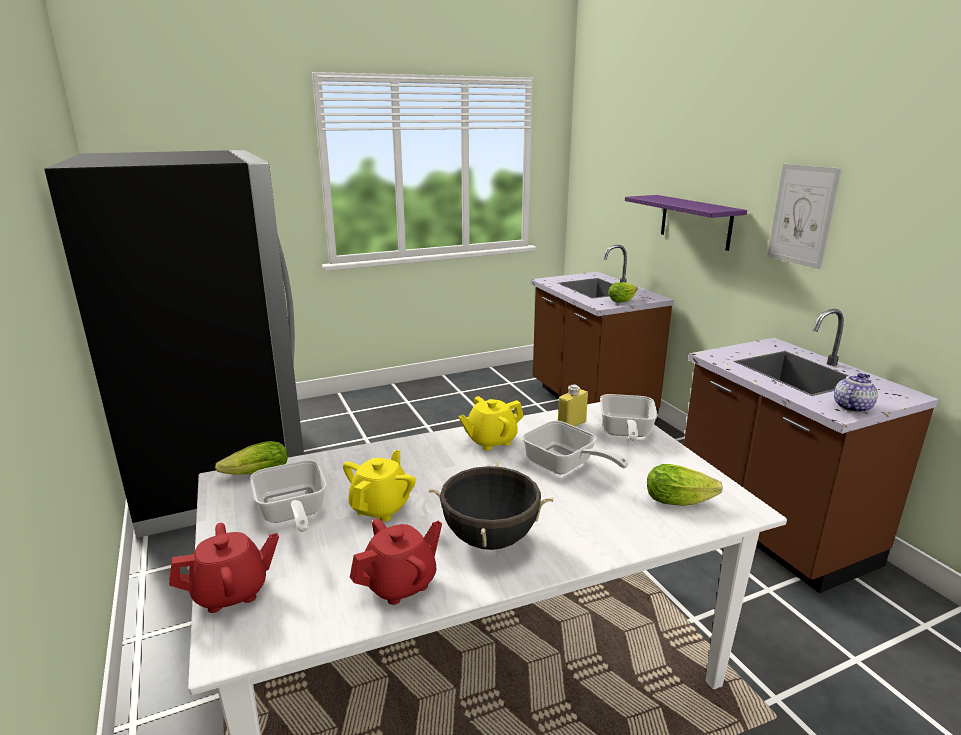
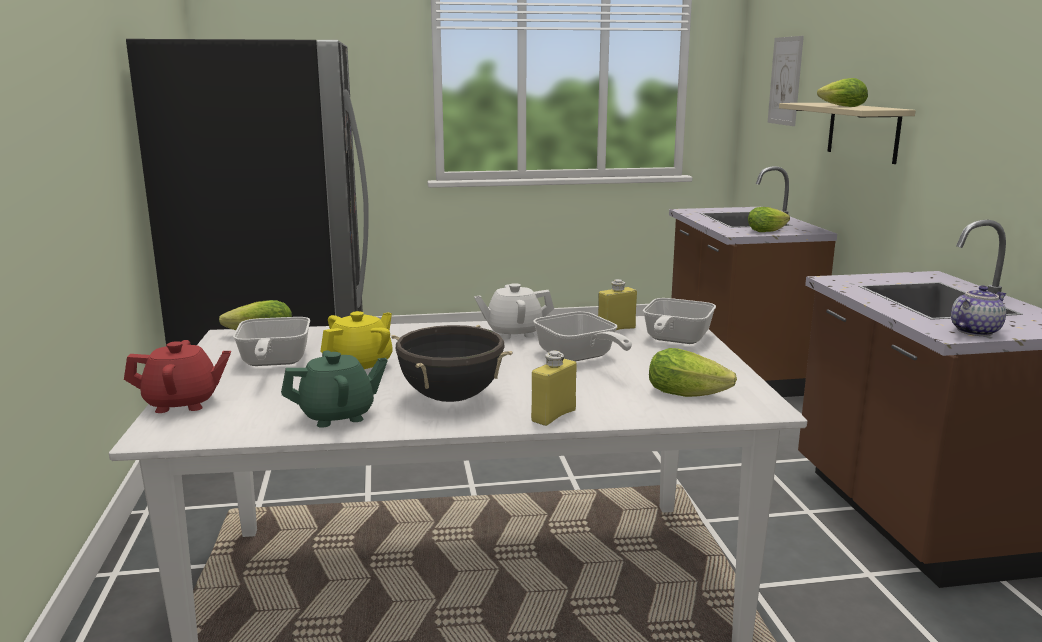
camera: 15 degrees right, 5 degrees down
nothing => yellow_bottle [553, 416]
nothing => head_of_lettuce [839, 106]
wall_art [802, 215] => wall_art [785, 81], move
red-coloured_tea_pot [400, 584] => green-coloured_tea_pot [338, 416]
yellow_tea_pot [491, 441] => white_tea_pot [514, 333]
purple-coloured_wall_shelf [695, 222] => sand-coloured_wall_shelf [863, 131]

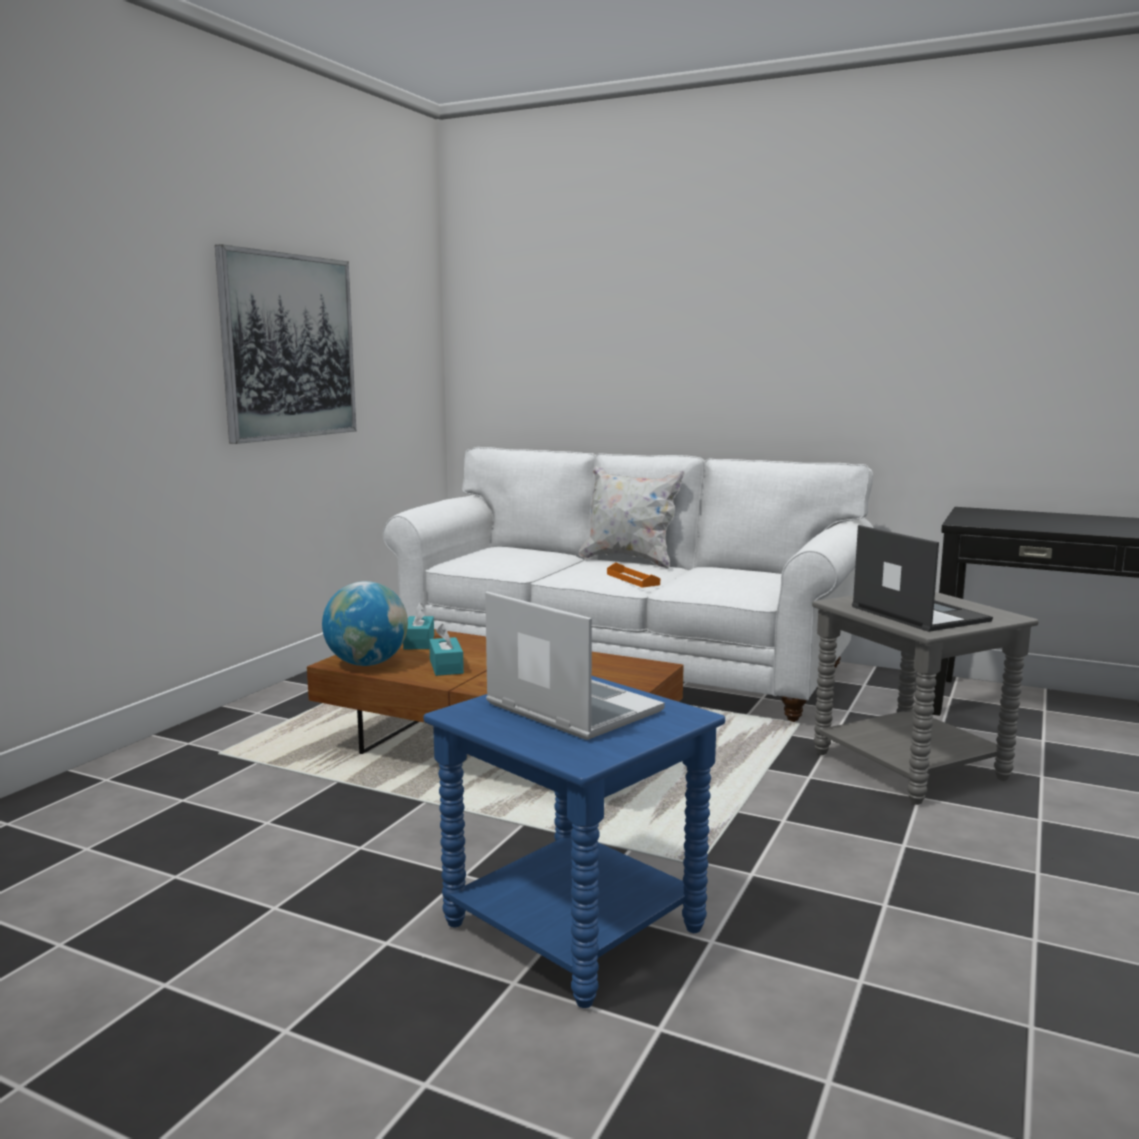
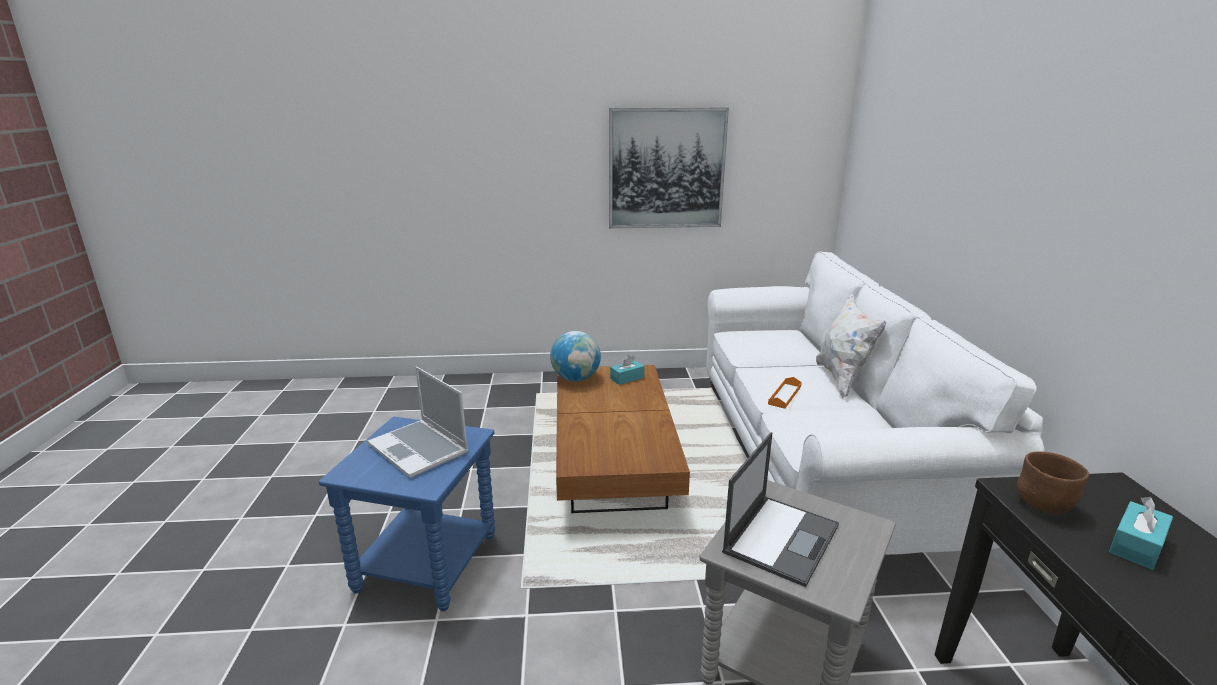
camera: 60 degrees right, 10 degrees up
nothing => brown-coloured_deep_dish [1044, 506]
turquoise-coloured_tissue_box [446, 666] => turquoise-coloured_tissue_box [1136, 545], move
portable_computer [570, 708] => portable_computer [420, 449], 120 degrees clockwise

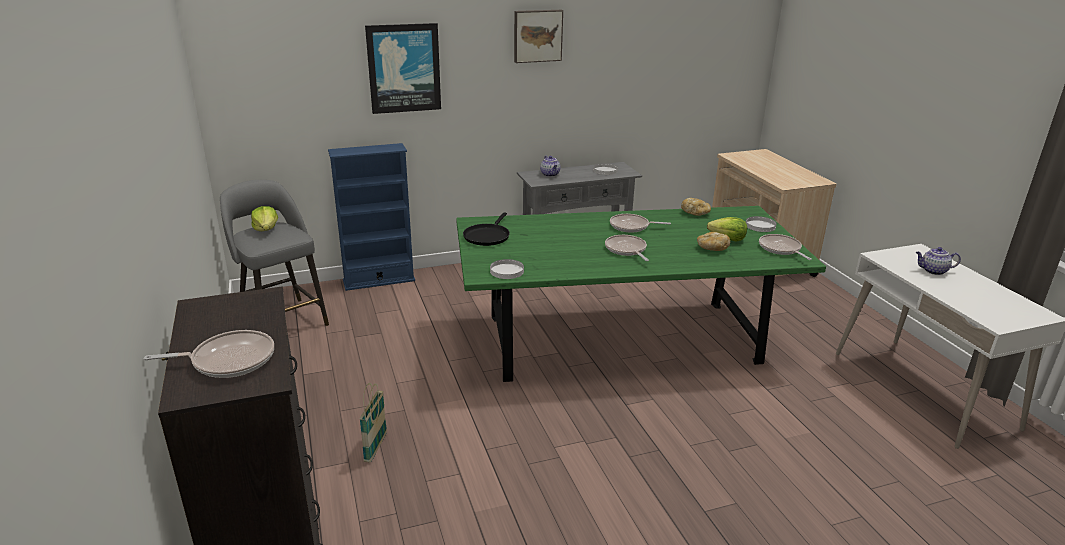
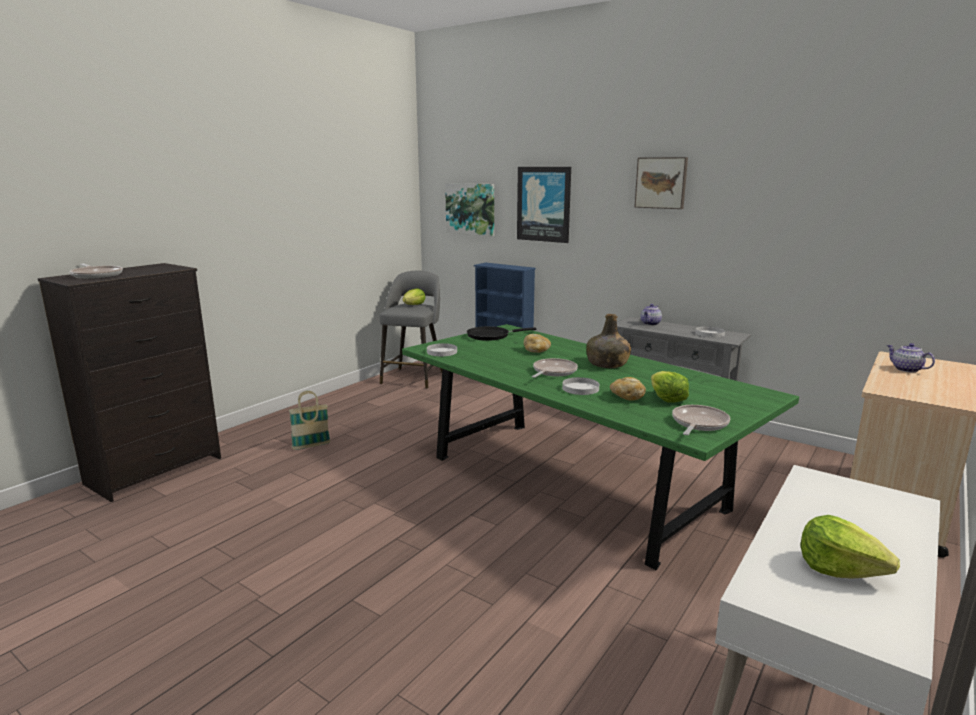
camera: 55 degrees right, 10 degrees down
nothing => wall_art [471, 209]
nothing => head_of_lettuce [839, 568]
bread [695, 213] => bread [536, 351], move
white_plate [760, 226] => white_plate [580, 388], move
tea_pot [933, 271] => tea_pot [905, 369], move
pan [631, 226] => green-coloured_bottle [607, 364]

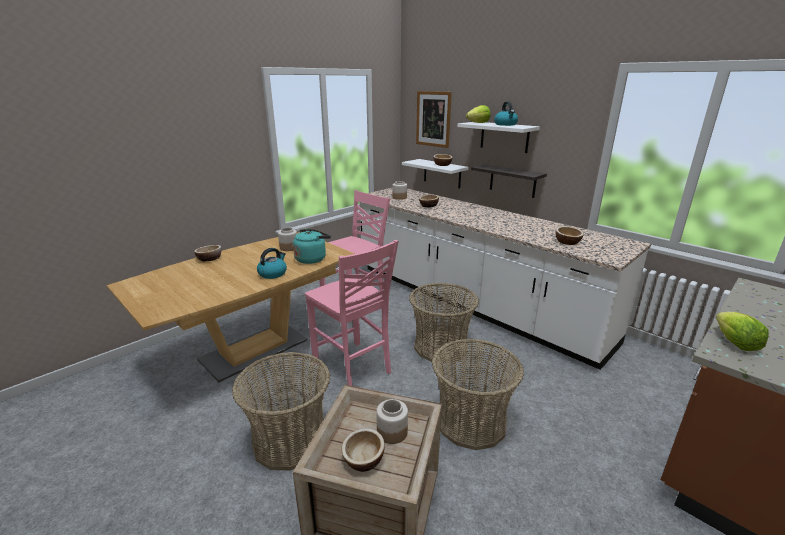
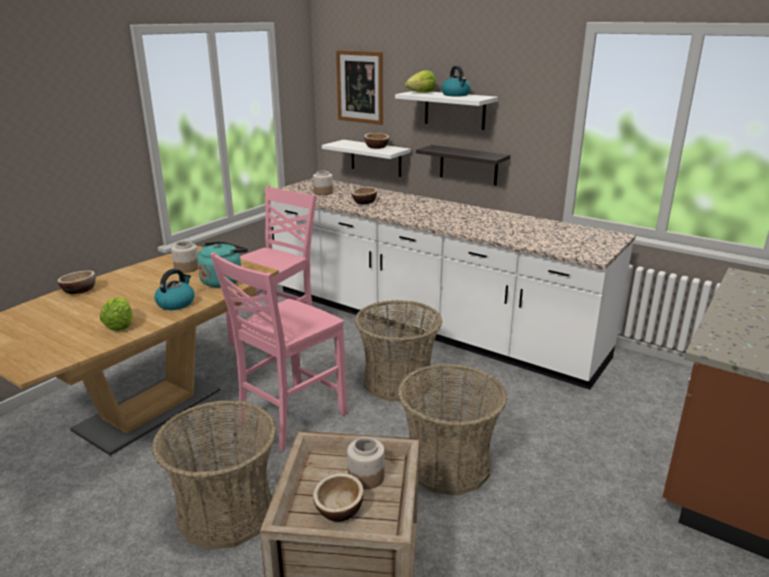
camera: 10 degrees left, 0 degrees up
deep_dish [567, 242] => nothing
head_of_lettuce [734, 342] => head_of_lettuce [120, 325], move
pink-coloured_plain_chair [353, 368] => pink-coloured_plain_chair [290, 419], 90 degrees clockwise

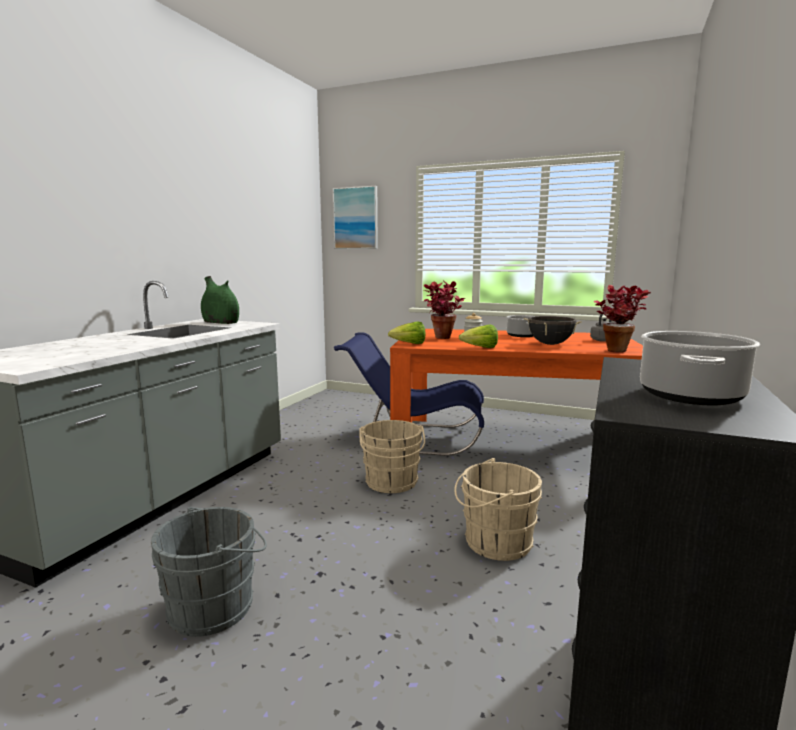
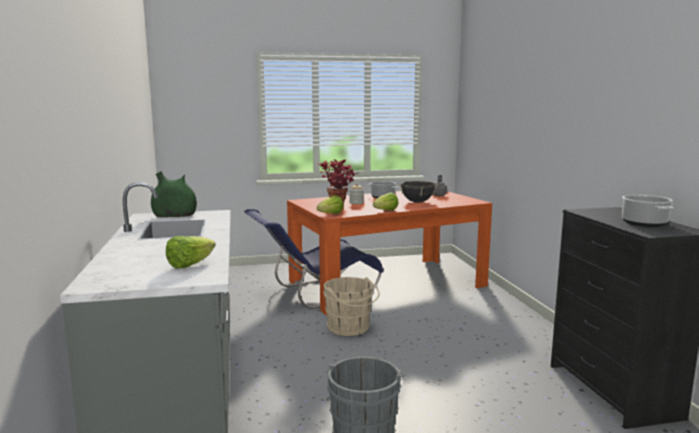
camera: 35 degrees left, 0 degrees up
wall_art [356, 218] => nothing
sand-coloured_water_bucket [494, 542] => nothing
potted_plant [617, 350] => nothing
nothing => head_of_lettuce [190, 265]

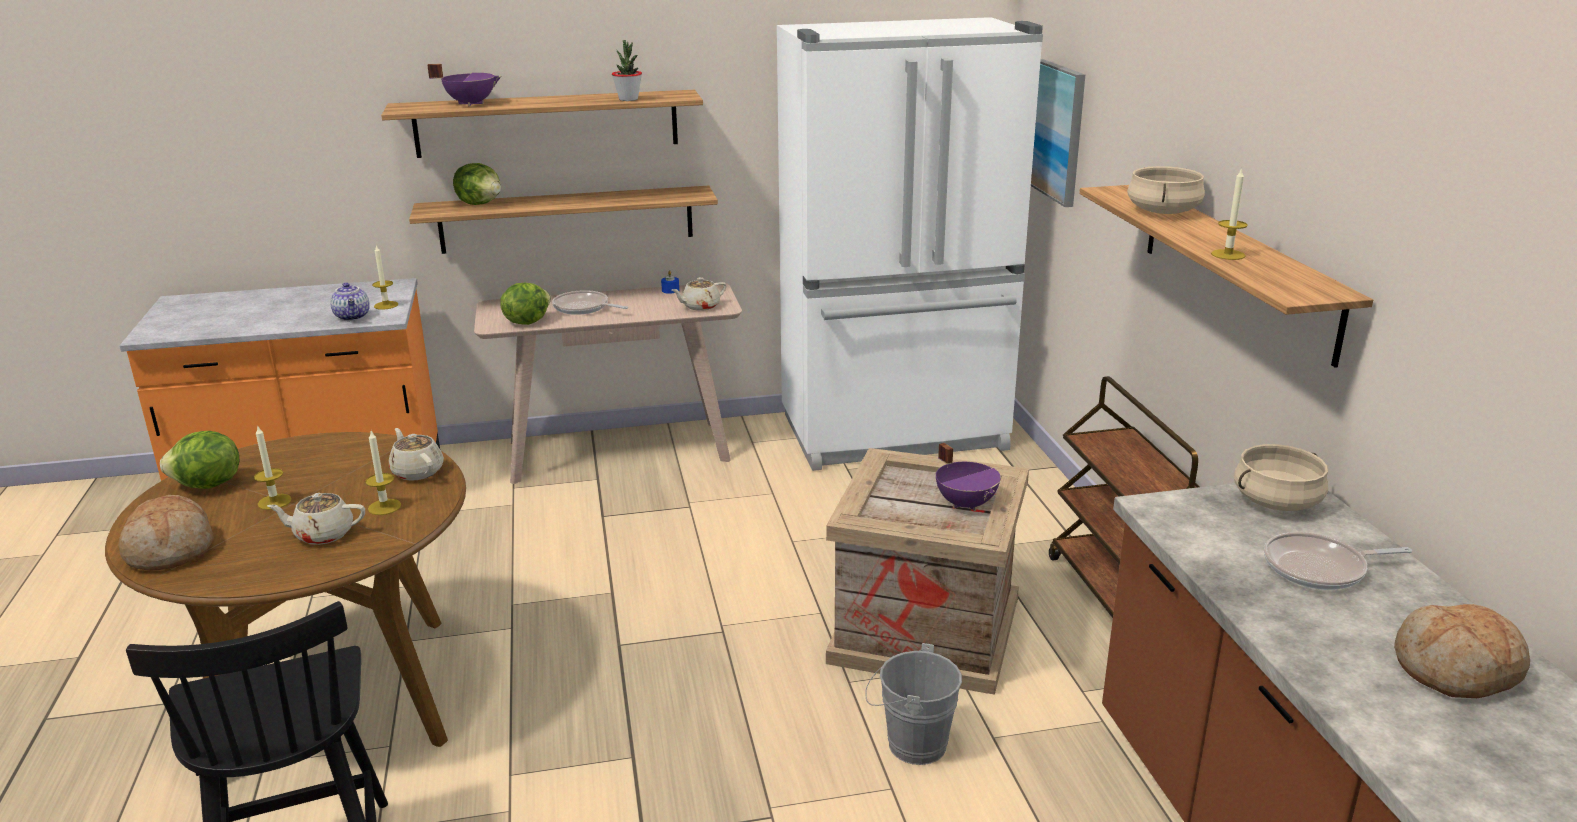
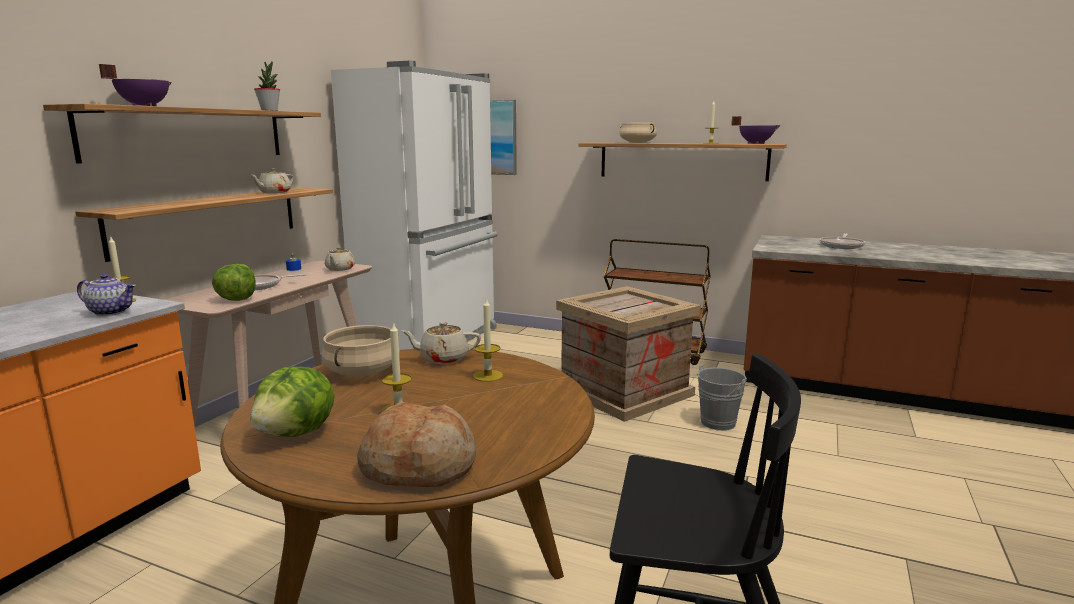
camera: 55 degrees left, 10 degrees down
head_of_lettuce [480, 203] => nothing
bread [1456, 670] => nothing
sand-coloured_tea_pot [323, 534] => sand-coloured_tea_pot [274, 192], move
purple-coloured_cooking_pot [966, 503] => purple-coloured_cooking_pot [755, 143], move
sand-coloured_cooking_pot [1276, 501] => sand-coloured_cooking_pot [362, 371], move

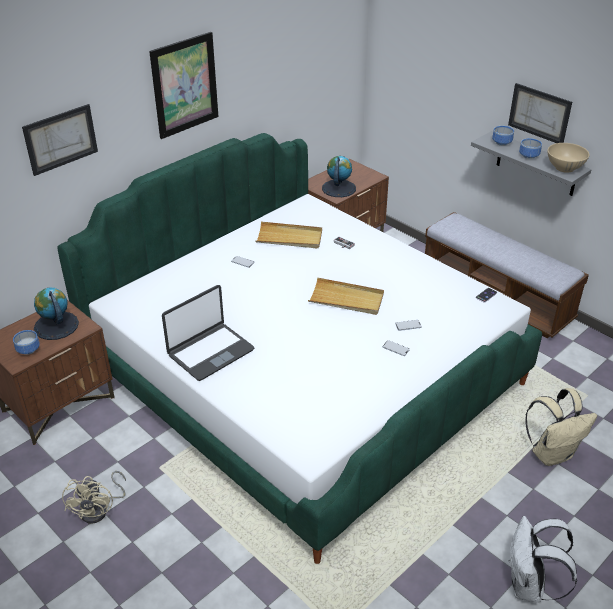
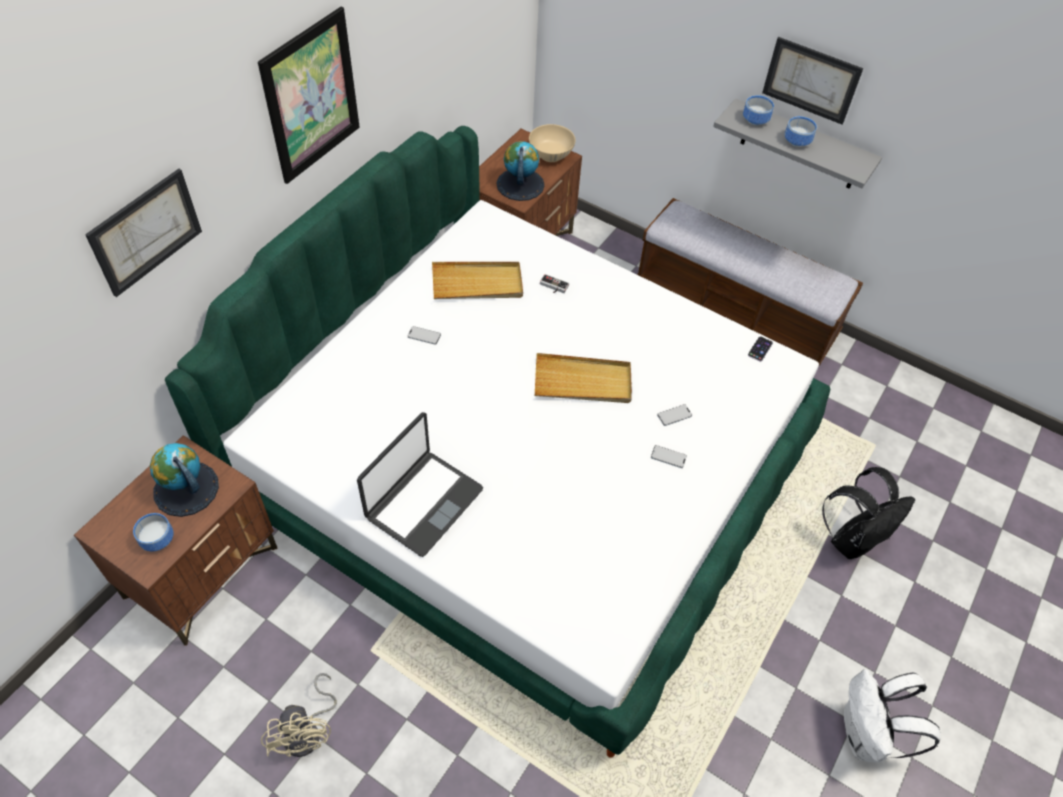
camera: 15 degrees left, 15 degrees up
sand-coloured_deep_dish [564, 168] => sand-coloured_deep_dish [550, 155], move
sand-coloured_knapsack [552, 453] => blackish_knapsack [852, 539]

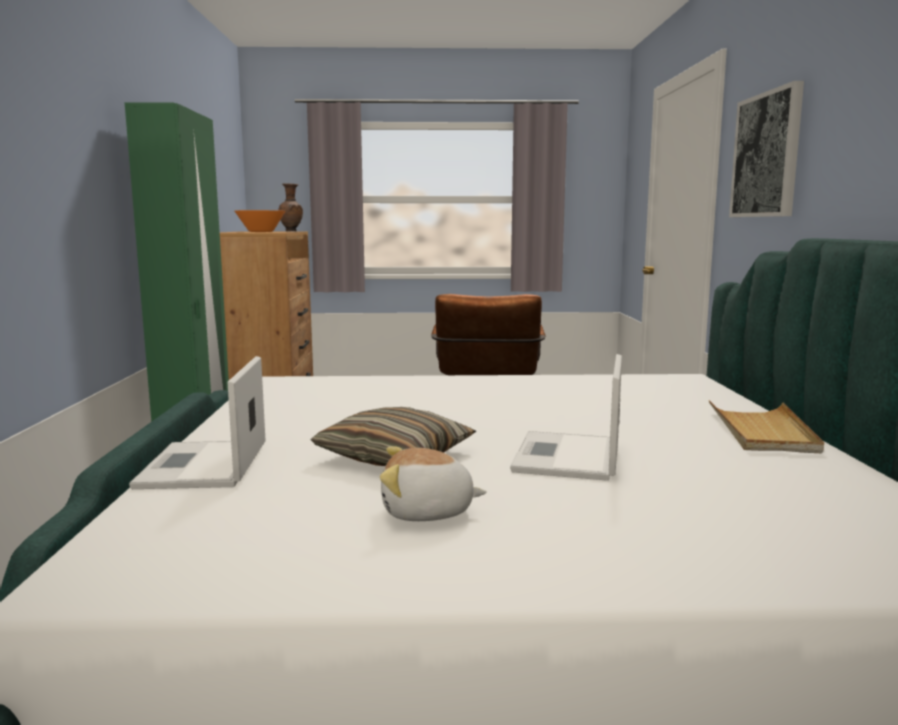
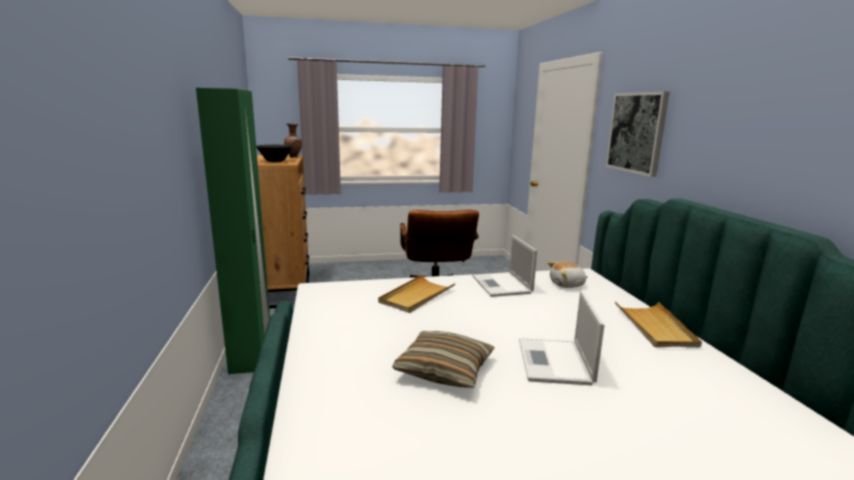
camera: 10 degrees left, 5 degrees up
nothing => sand-coloured_tray [416, 296]
portable_computer [204, 467] => portable_computer [502, 285], move
plush_toy [427, 512] => plush_toy [567, 285], move
orangey_deep_dish [261, 232] => blackish_deep_dish [275, 161]

